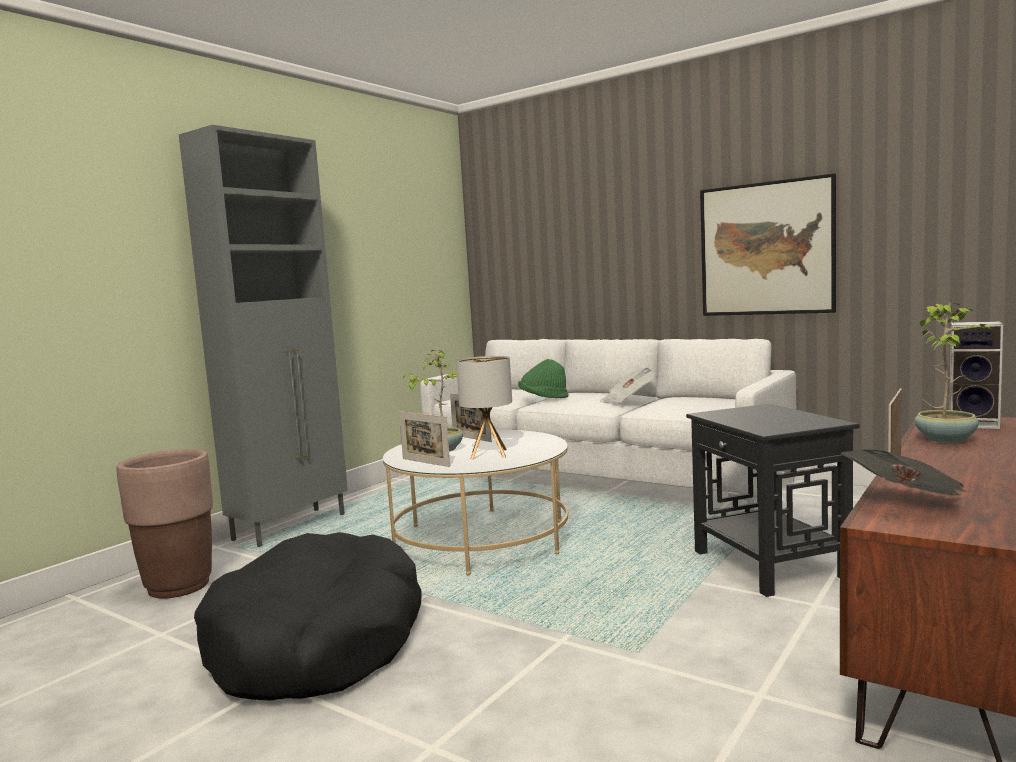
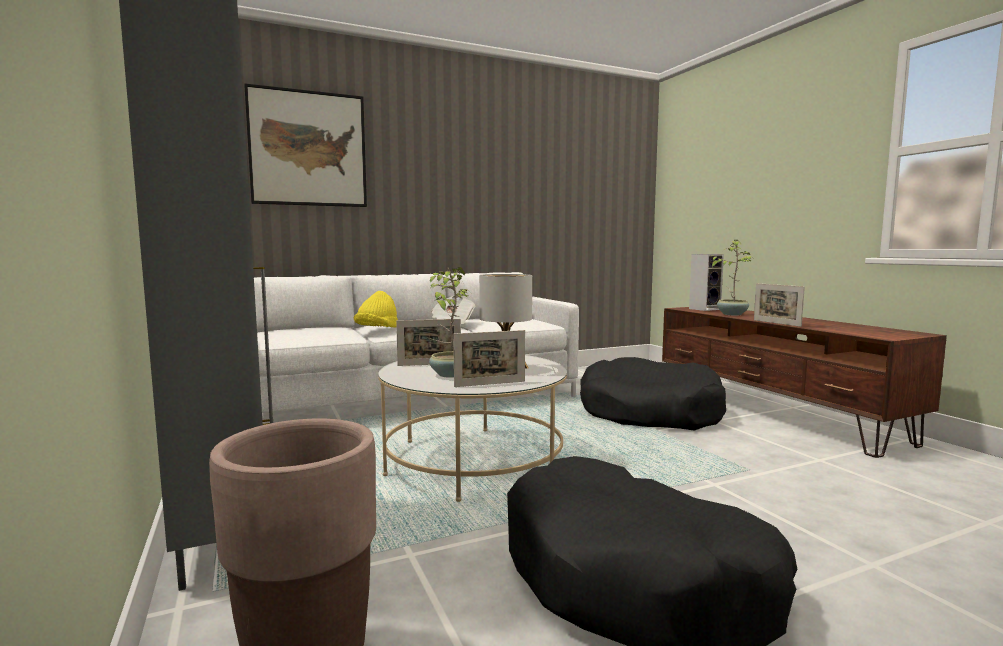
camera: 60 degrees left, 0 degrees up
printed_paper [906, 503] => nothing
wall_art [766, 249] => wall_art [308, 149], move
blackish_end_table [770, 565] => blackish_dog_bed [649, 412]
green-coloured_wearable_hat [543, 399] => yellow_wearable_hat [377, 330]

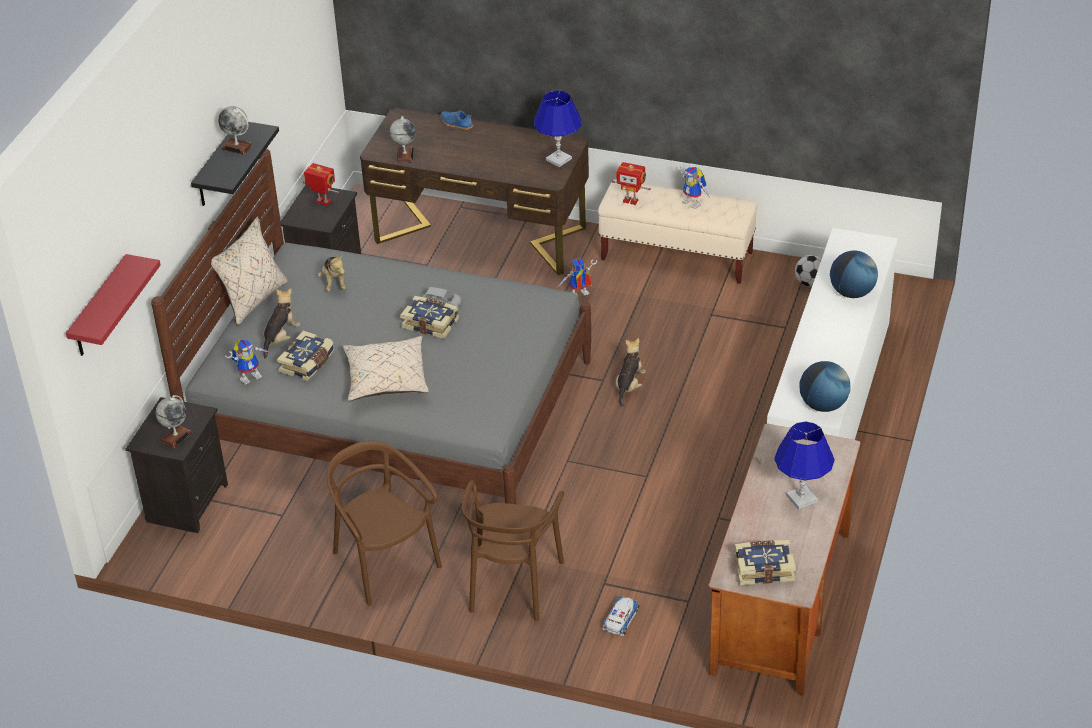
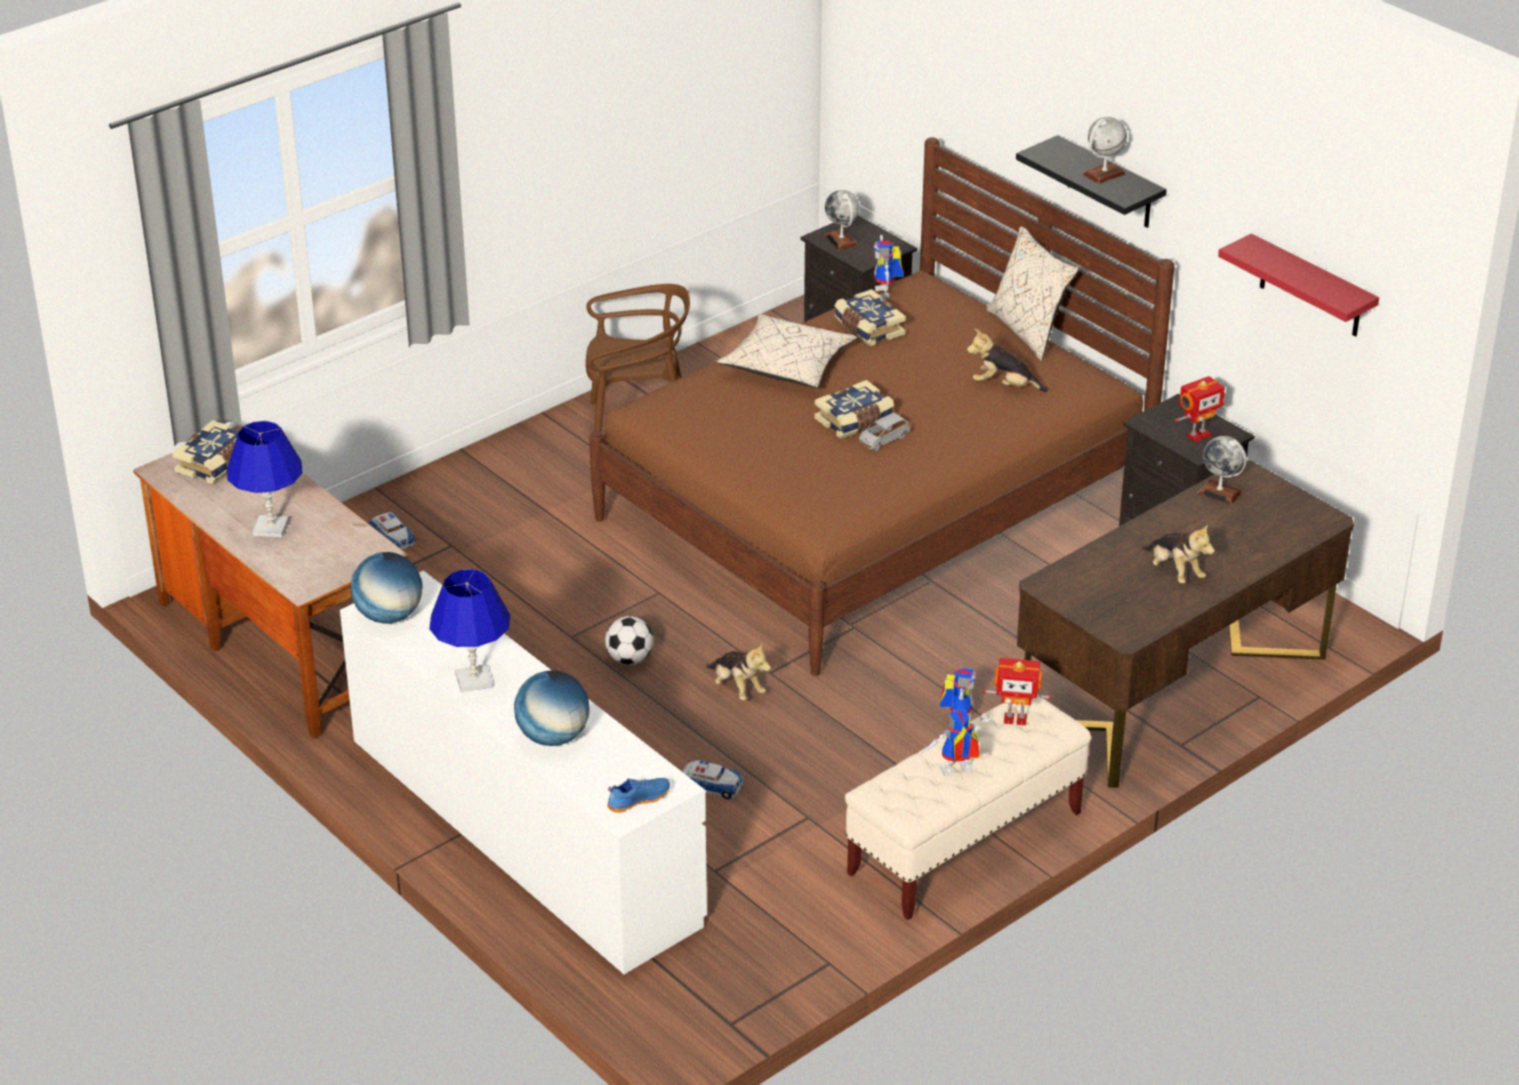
camera: 120 degrees right, 5 degrees down
brown-coloured_plain_chair [513, 584] => nothing
nothing => miniature_car [711, 784]
red-coloured_wall_shelf [99, 308] => red-coloured_wall_shelf [1311, 287], move
plush_toy [281, 338] => plush_toy [1174, 572], move
blue-coloured_shoe [456, 124] => blue-coloured_shoe [638, 799], move
blue-coloured_table_lamp [558, 159] => blue-coloured_table_lamp [474, 680], move
ball_for_football [810, 283] => ball_for_football [629, 659], move
greyish_bedroom_bed [393, 410] => brown-coloured_bedroom_bed [873, 507]
toy_robot [631, 200] => toy_robot [1015, 718], 135 degrees counterclockwise

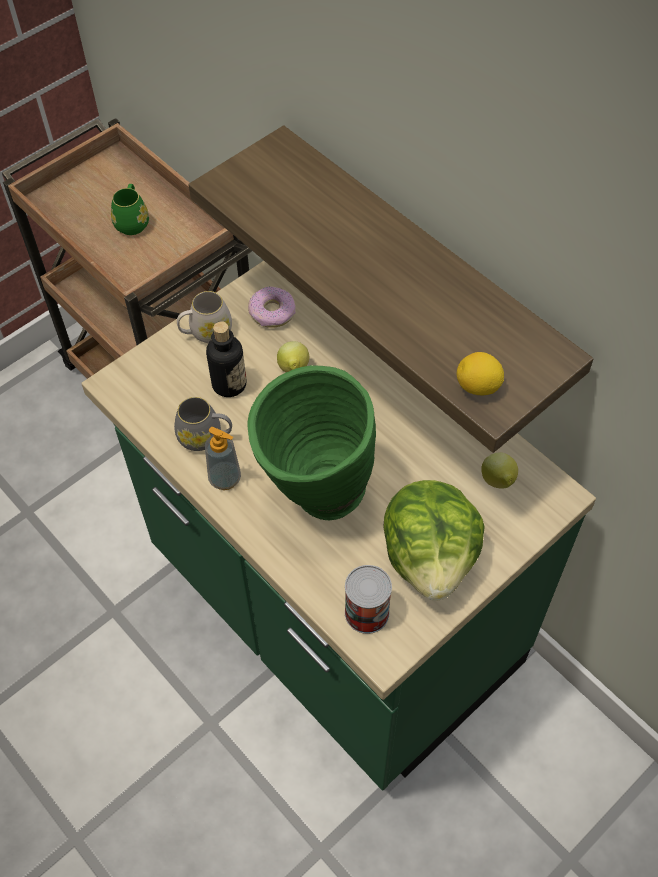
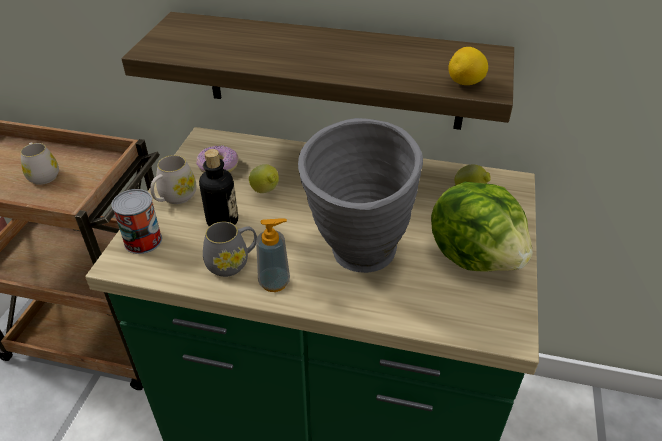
camera: 35 degrees left, 15 degrees down
can [367, 612] => can [143, 240], move
green-coloured_tea_mug [132, 221] => white_tea_mug [43, 174]
green-coloured_vase [314, 497] => greyish_vase [356, 260]

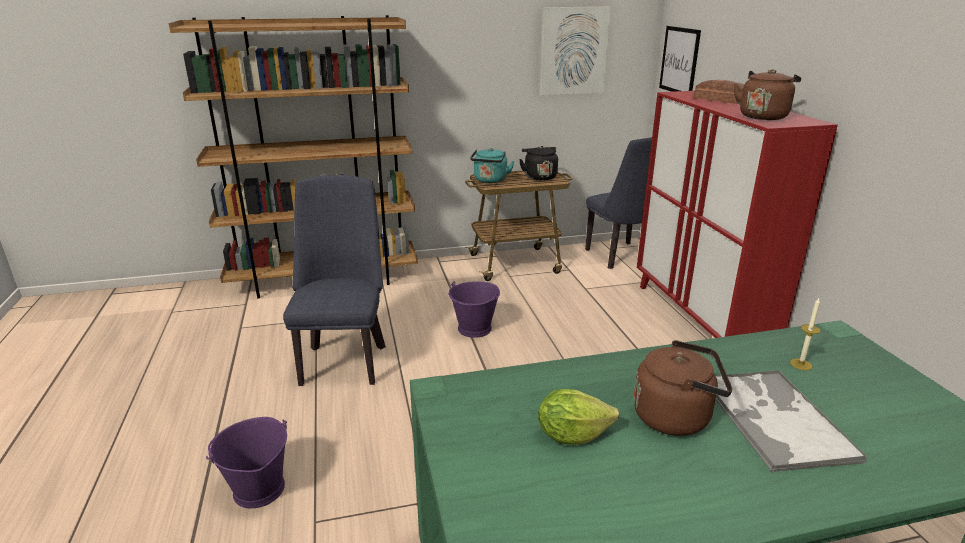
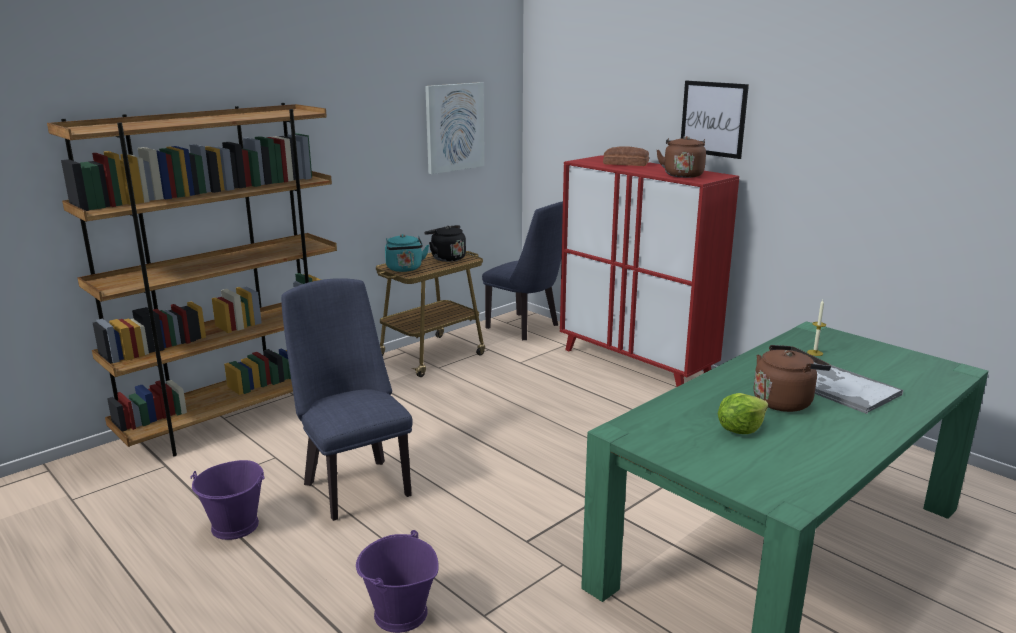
camera: 30 degrees left, 5 degrees down
purple-coloured_water_bucket [475, 329] => purple-coloured_water_bucket [235, 526], move
wall_art [679, 60] => wall_art [713, 119], move

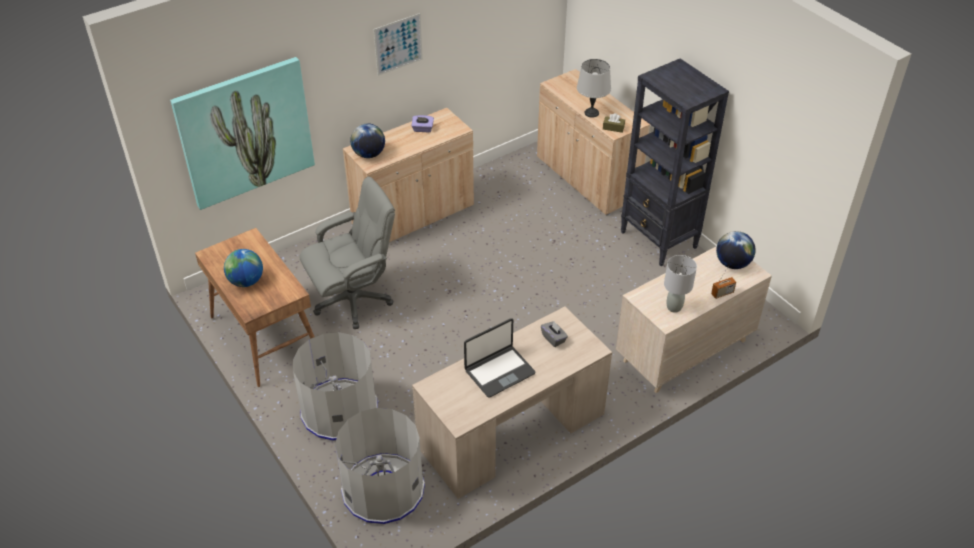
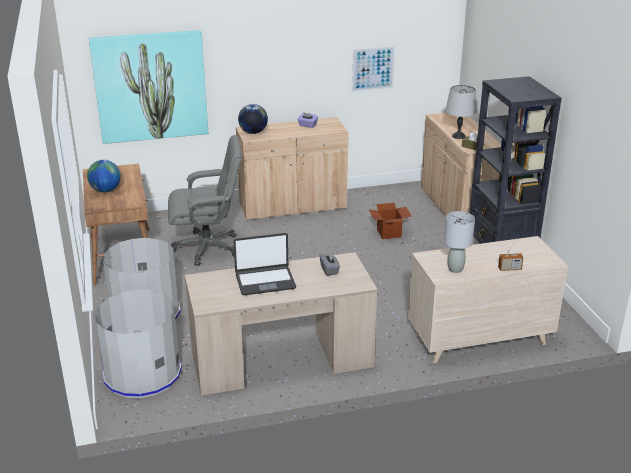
camera: 20 degrees right, 15 degrees down
world_globe [732, 263] => nothing
nothing => carton [388, 233]
wall_art [398, 44] => wall_art [373, 68], move

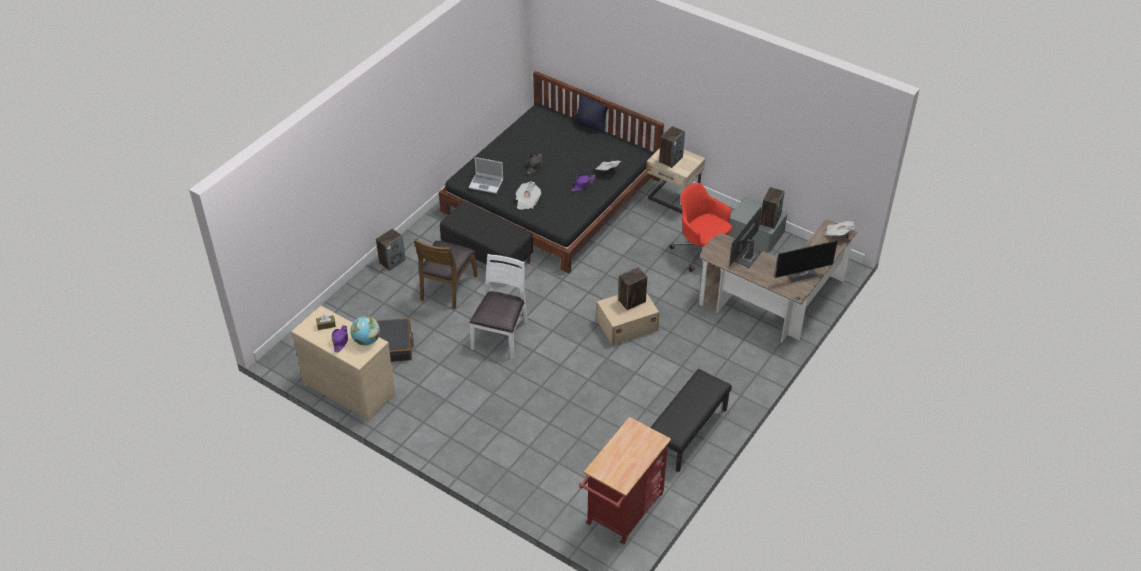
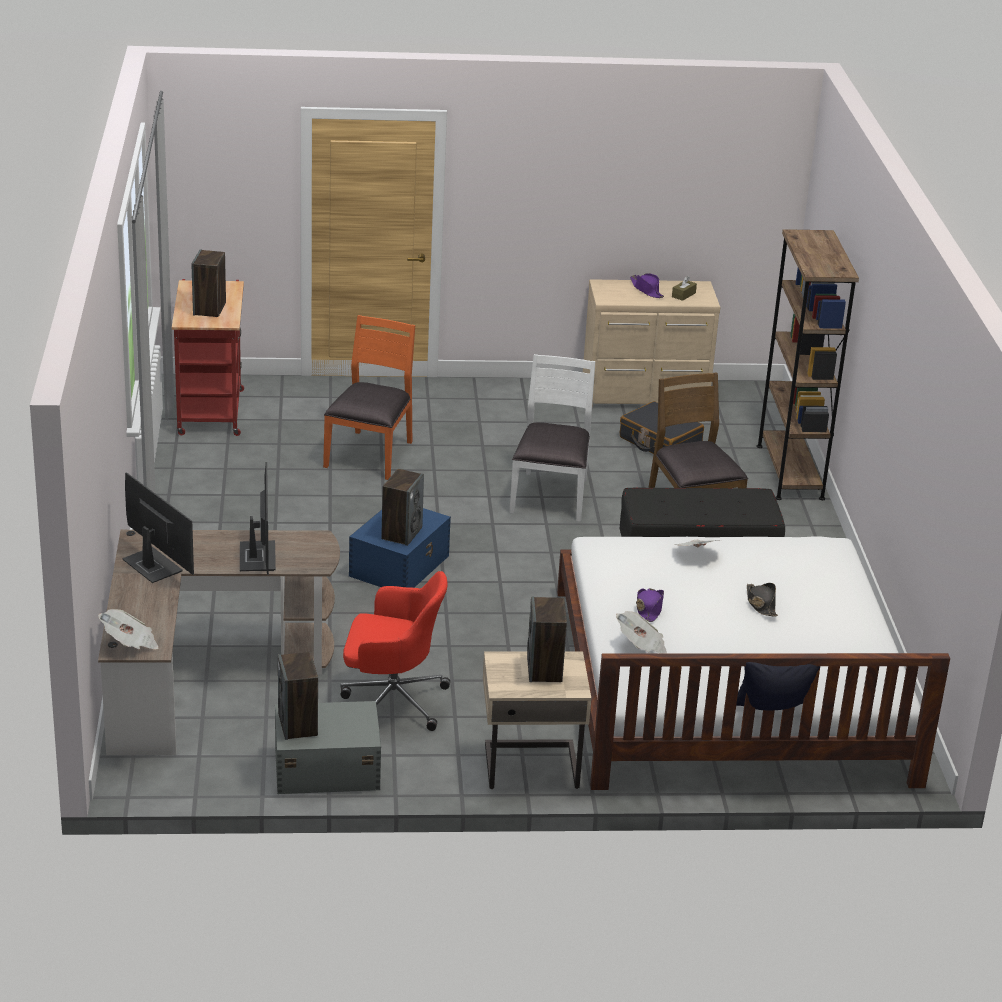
camera: 140 degrees right, 15 degrees down
world_globe [366, 340] => nothing
portable_computer [486, 184] => nothing
blackish_indoor_bench [688, 433] => nothing
nothing => orangey_plain_chair [370, 454]
nothing => brown-coloured_bookshelf [790, 472]
speaker [392, 261] => speaker [209, 309], move
blackish_bedroom_bed [551, 195] => white_bedroom_bed [730, 684]
sand-coloured_storage_box [626, 325] => blue-coloured_storage_box [400, 565]
white_plain_chair [501, 335] => white_plain_chair [550, 496], 150 degrees counterclockwise
computer_display [801, 273] => computer_display [151, 565], 105 degrees clockwise

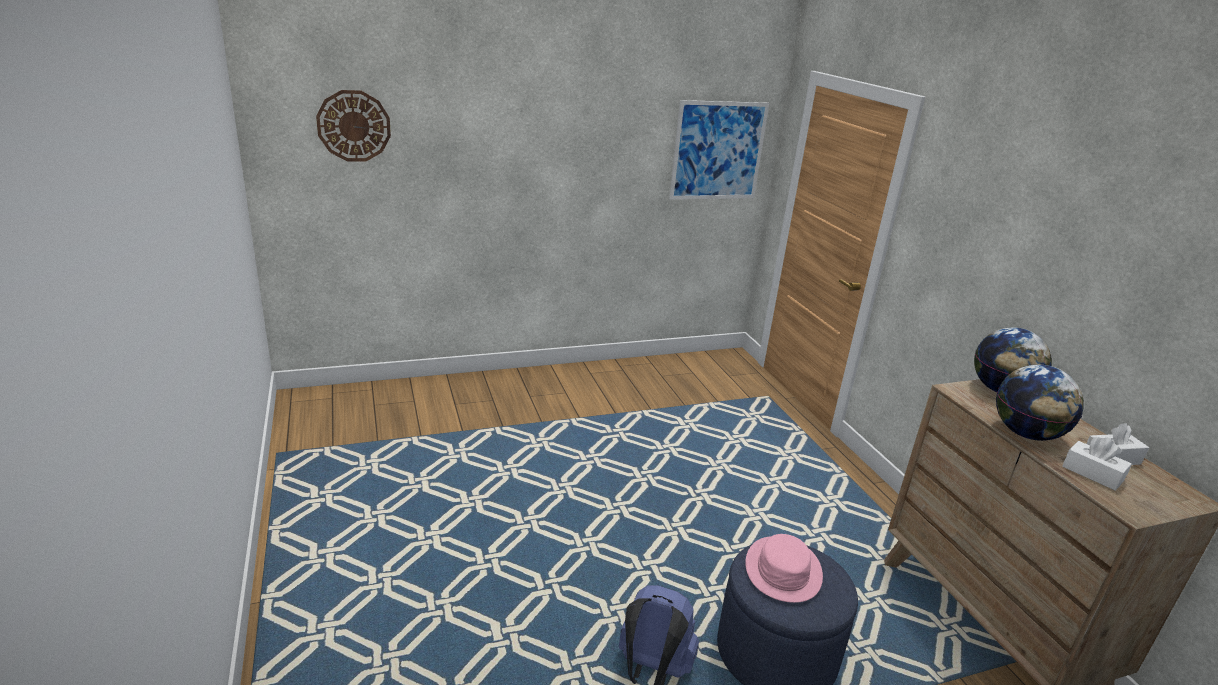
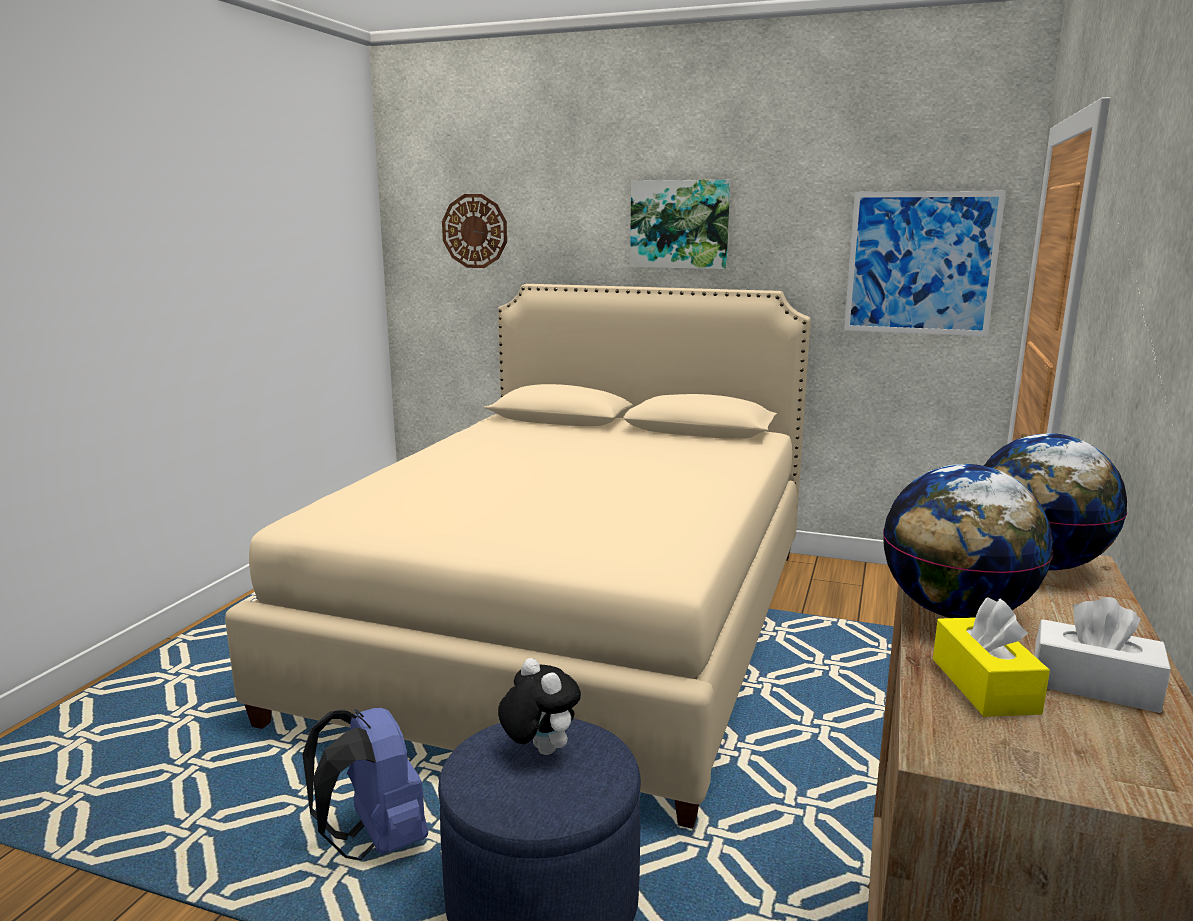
camera: 40 degrees right, 10 degrees down
nothing => sand-coloured_bedroom_bed [573, 625]
nothing => wall_art [679, 224]
pink-coloured_wearable_hat [782, 570] => plush_toy [538, 750]
white_tissue_box [1092, 473] => yellow_tissue_box [984, 685]

